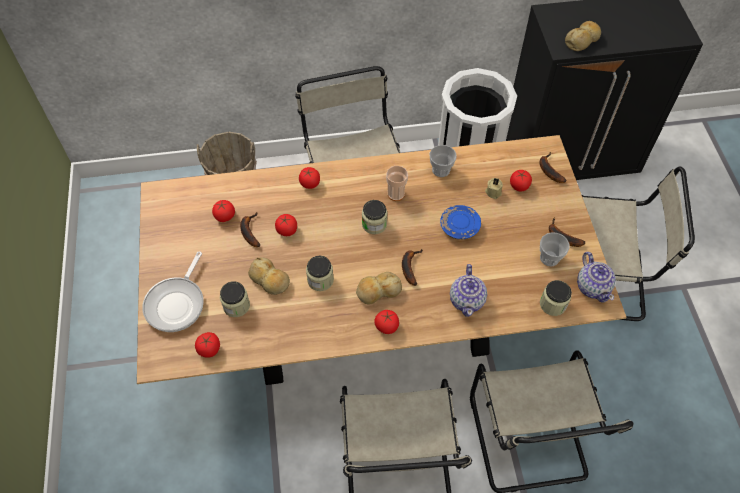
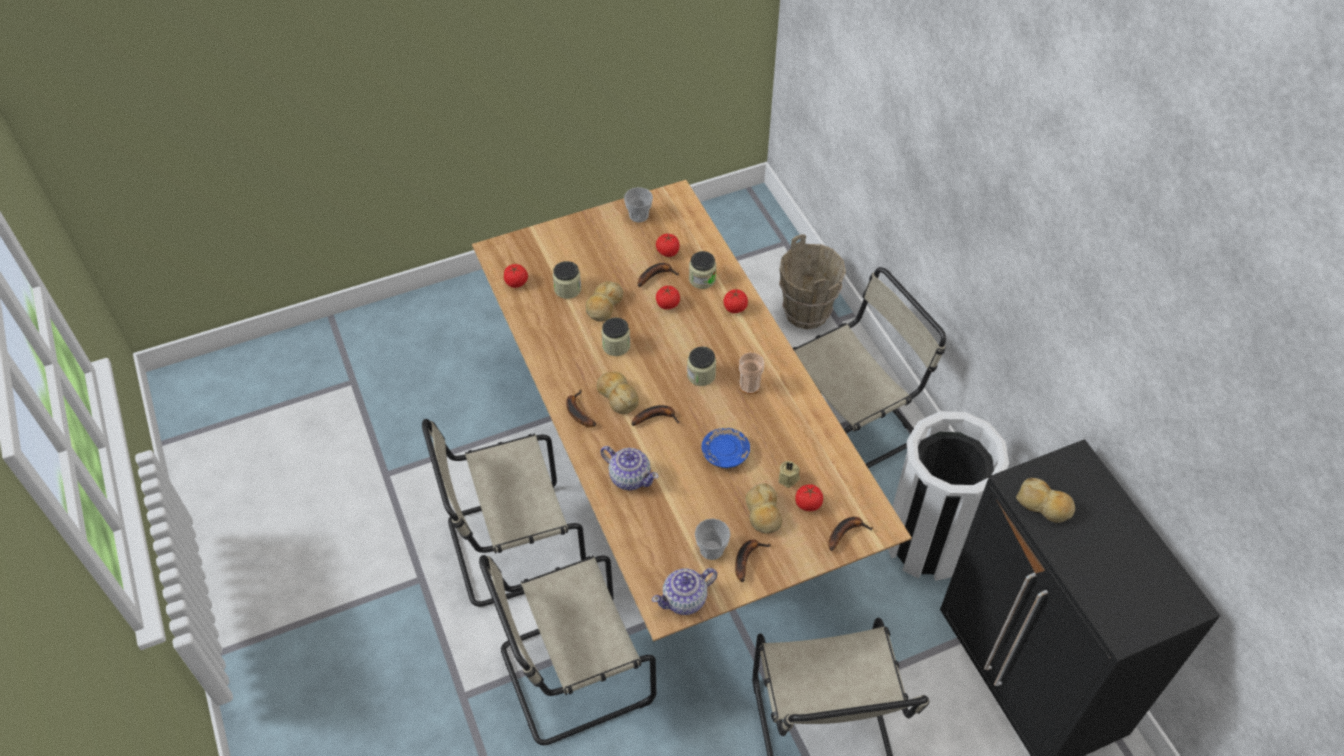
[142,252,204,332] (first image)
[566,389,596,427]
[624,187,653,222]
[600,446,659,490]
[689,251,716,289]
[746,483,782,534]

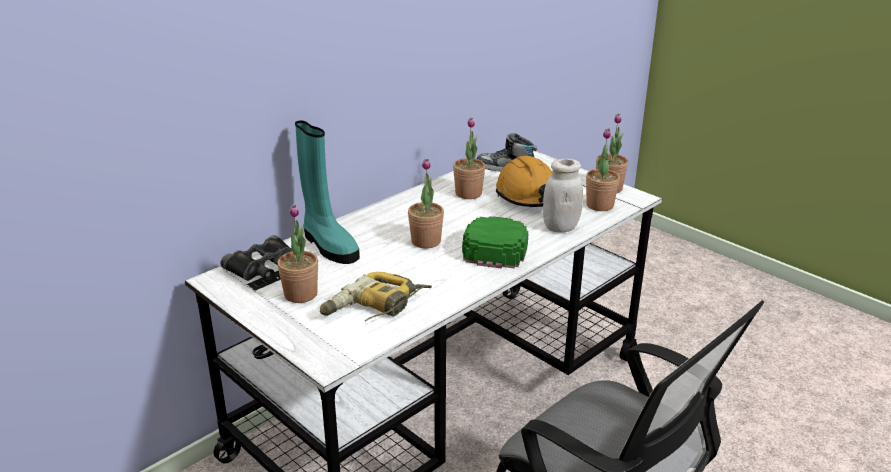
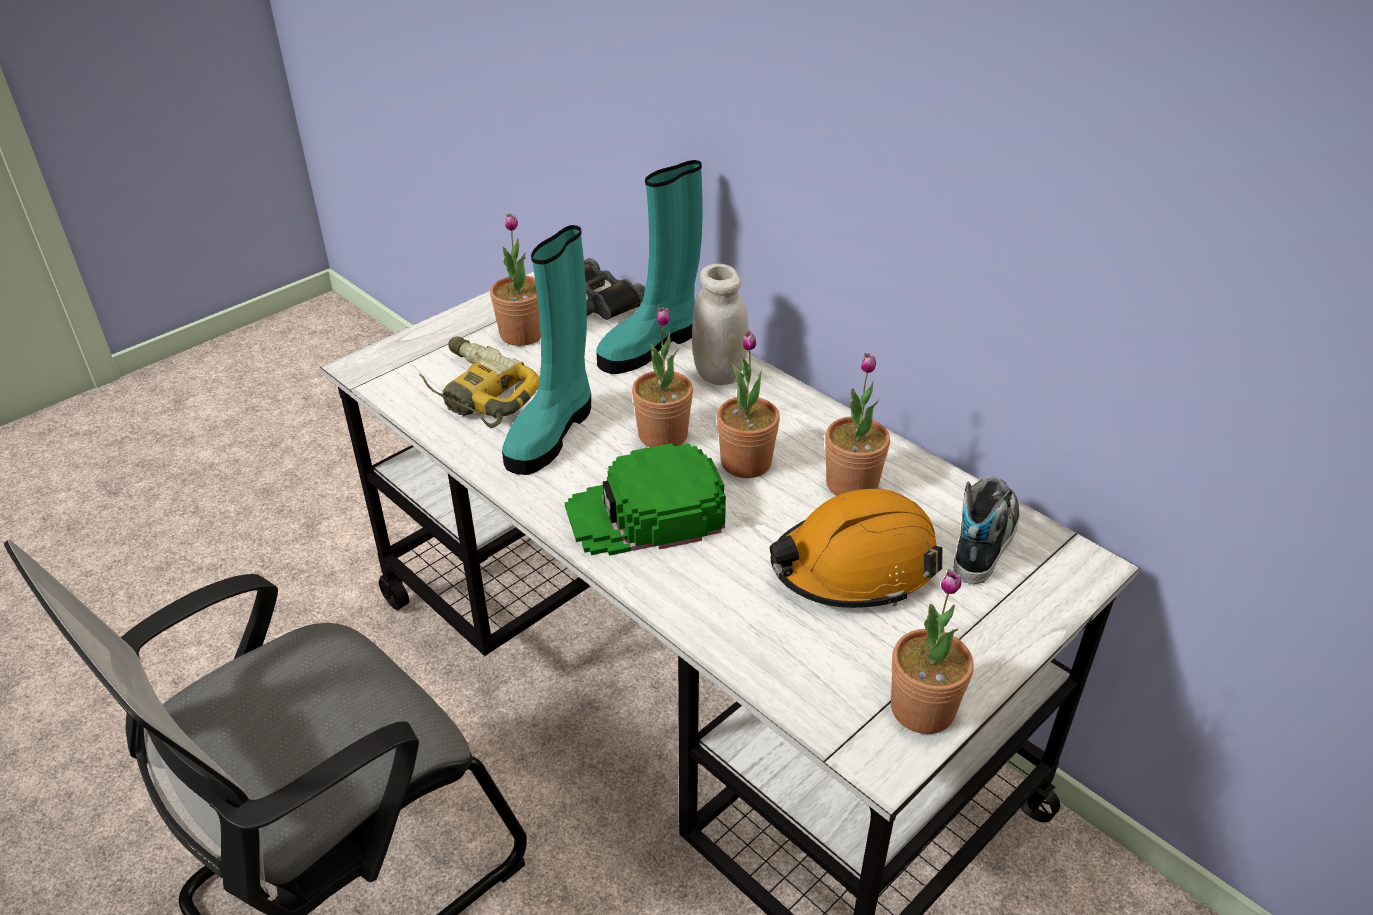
[565,443,726,556]
[692,264,749,385]
[717,330,780,478]
[502,225,591,475]

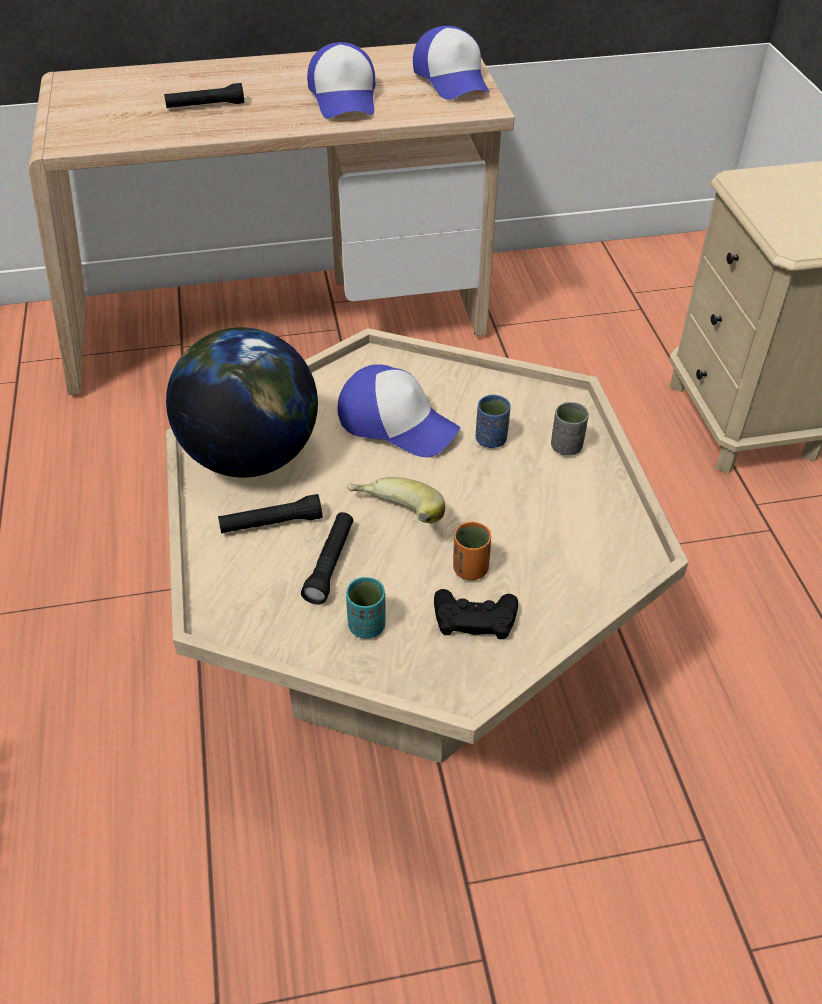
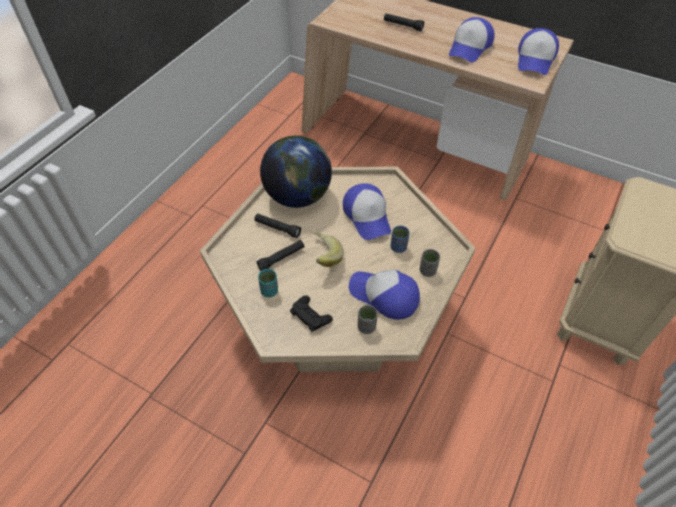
[453,522,491,580] (first image)
[349,270,420,320]
[358,305,378,334]

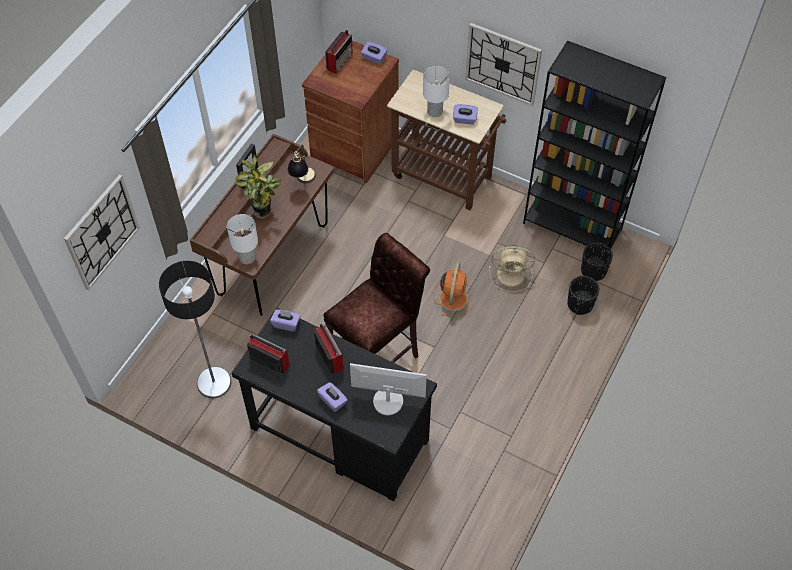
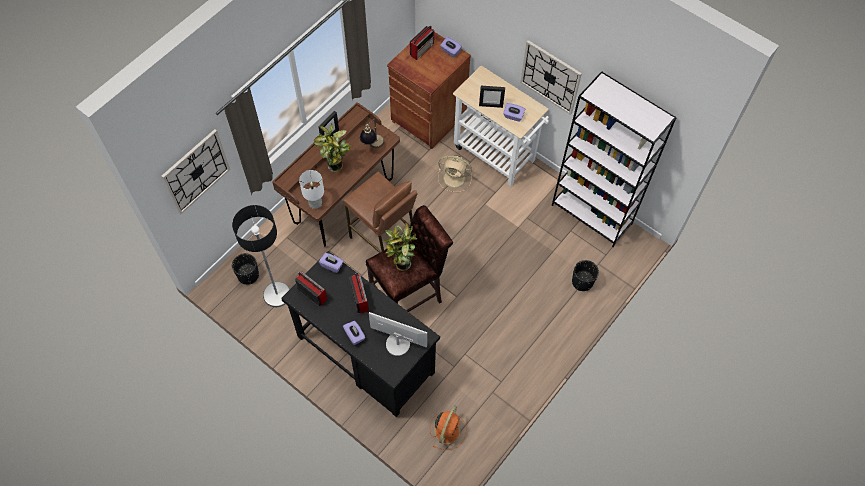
[453,66,549,186]
[479,86,505,108]
[430,405,467,450]
[438,155,472,192]
[552,71,677,247]
[232,253,259,285]
[343,172,418,253]
[384,224,418,271]

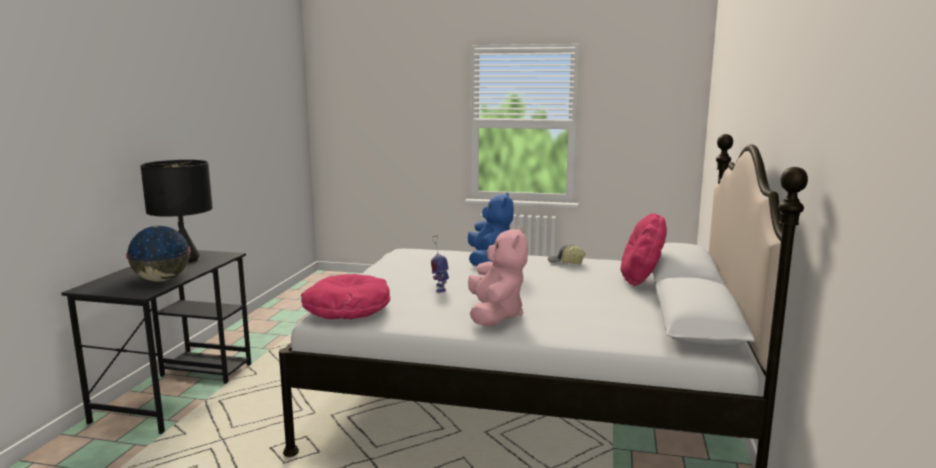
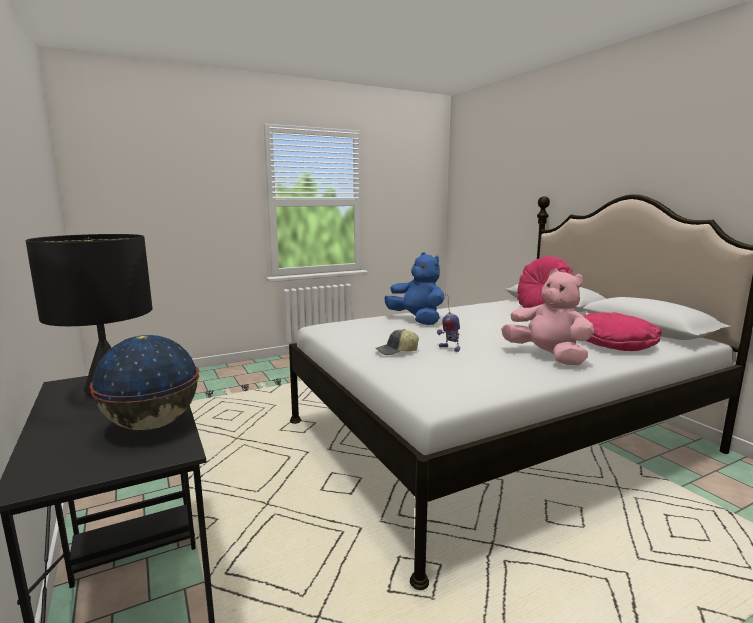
[584,312,662,351]
[376,329,419,355]

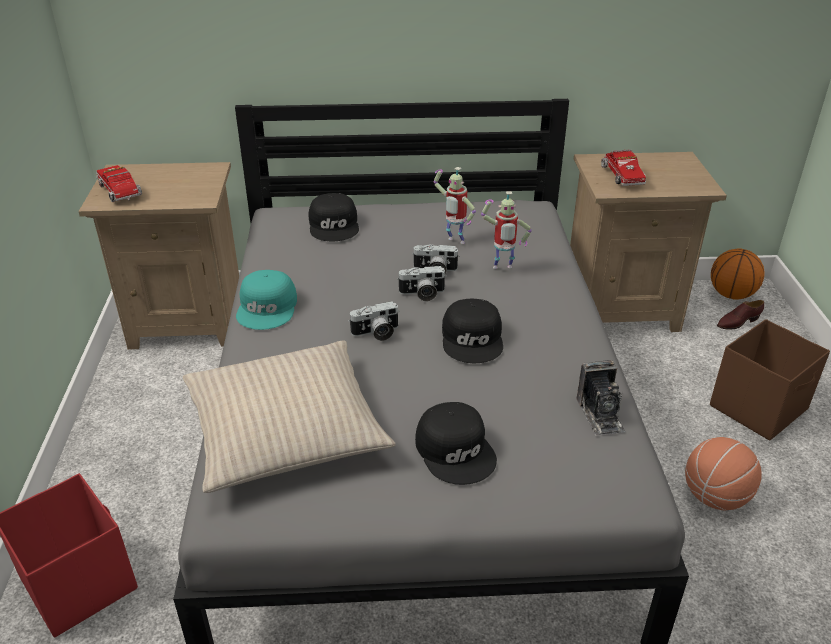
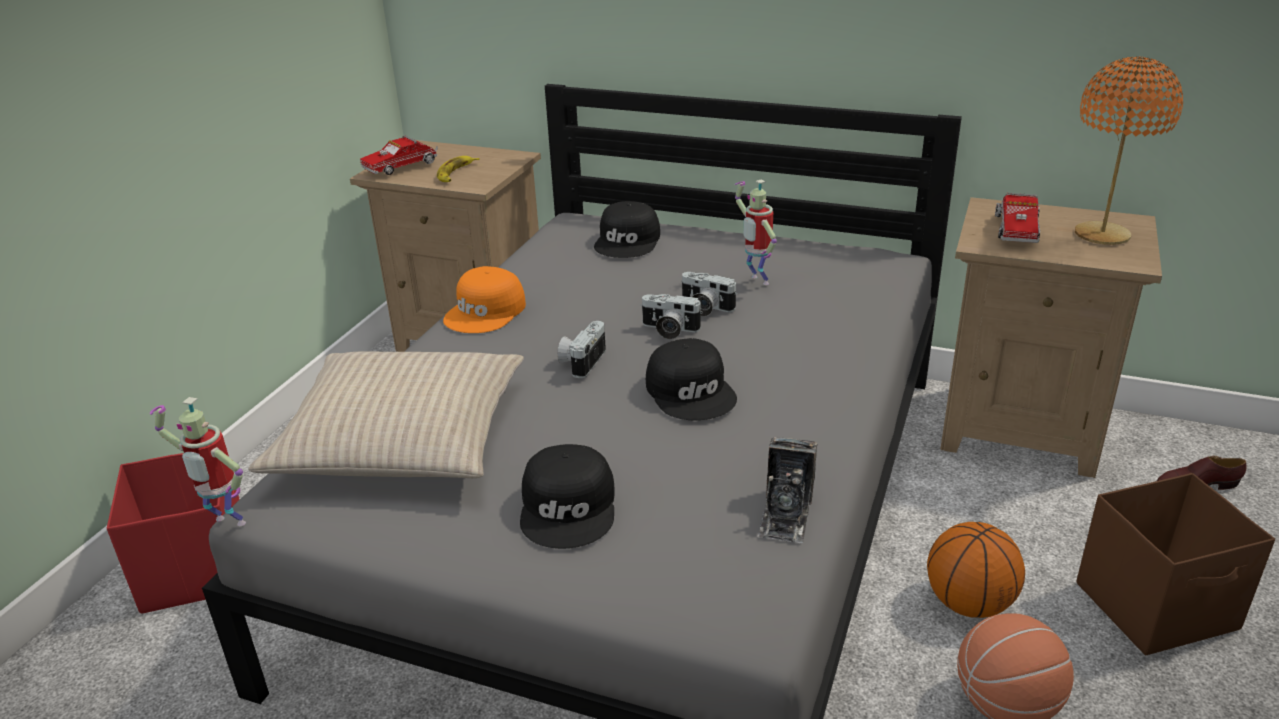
[360,136,438,175]
[443,266,526,333]
[557,321,606,378]
[646,338,737,420]
[150,397,246,526]
[927,522,1025,618]
[437,156,480,182]
[1075,57,1183,245]

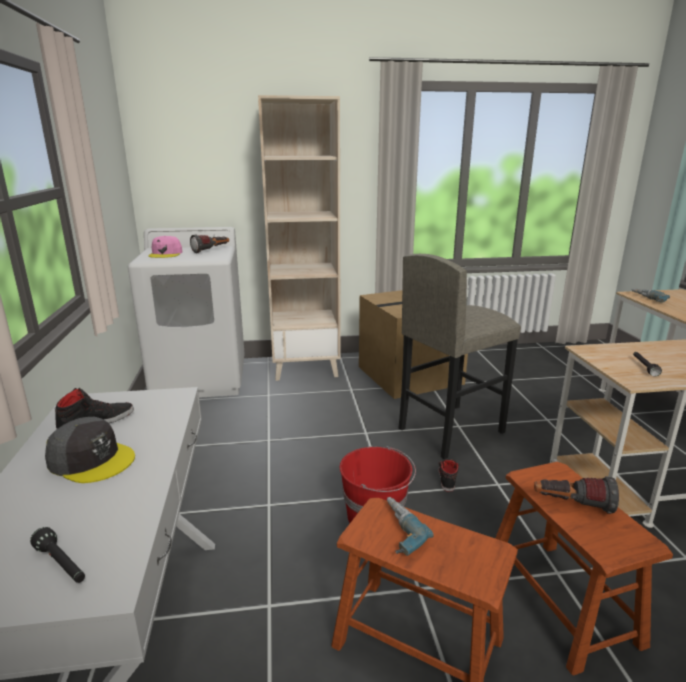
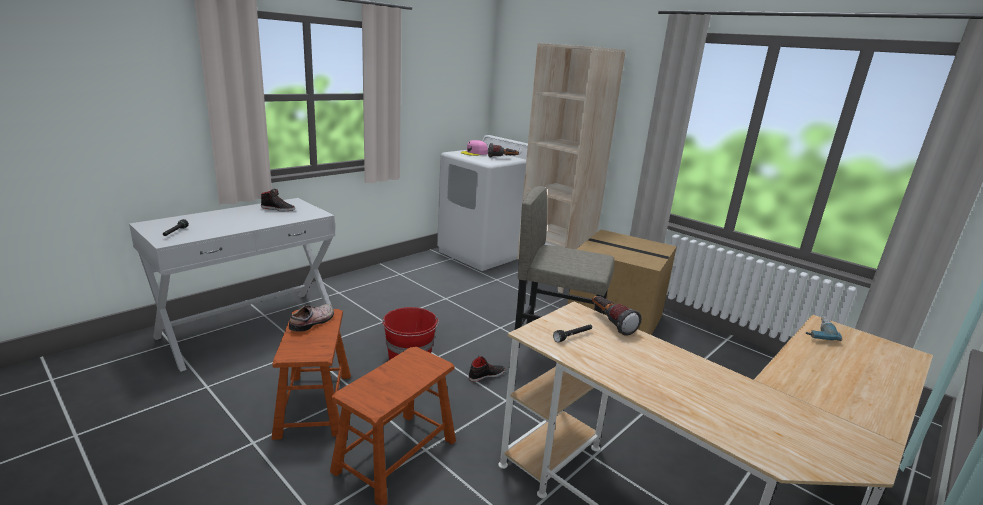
[45,417,135,483] (first image)
[289,304,334,332]
[592,296,641,336]

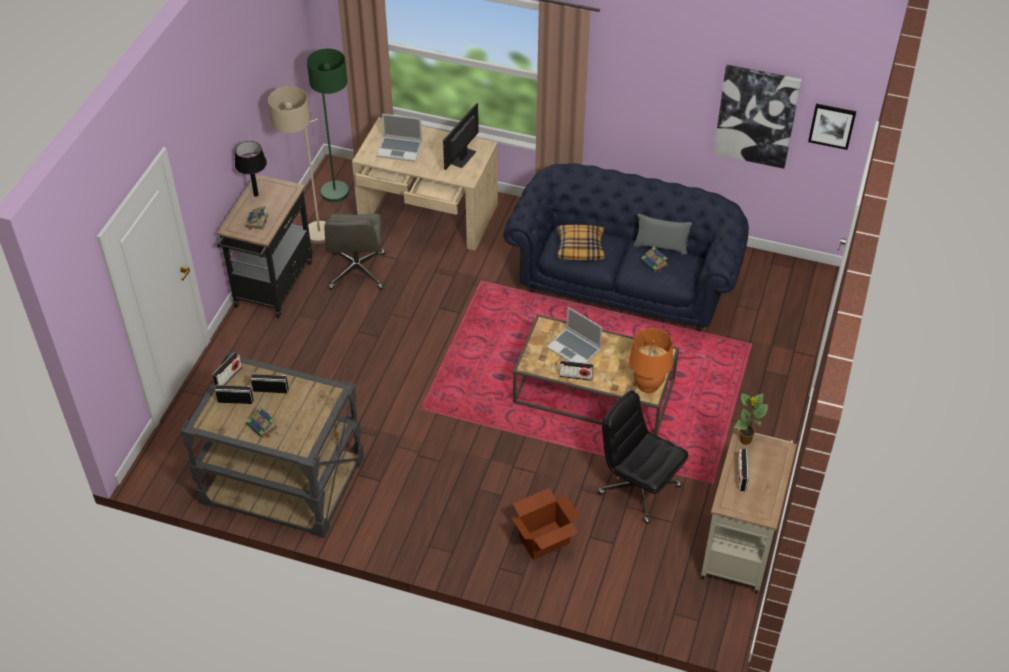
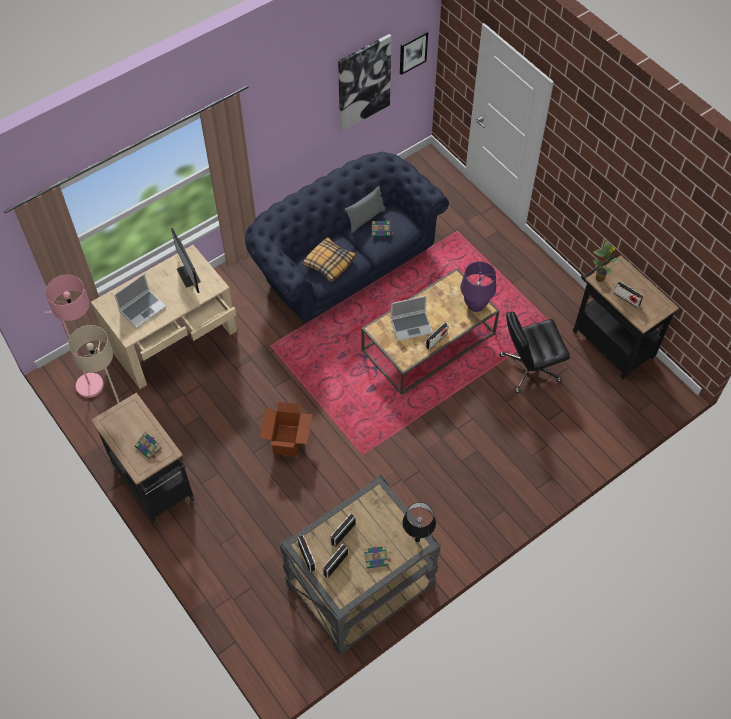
[403,502,436,542]
[45,275,104,398]
[324,214,386,290] (first image)
[260,402,312,457]
[461,262,496,312]
[572,255,679,380]

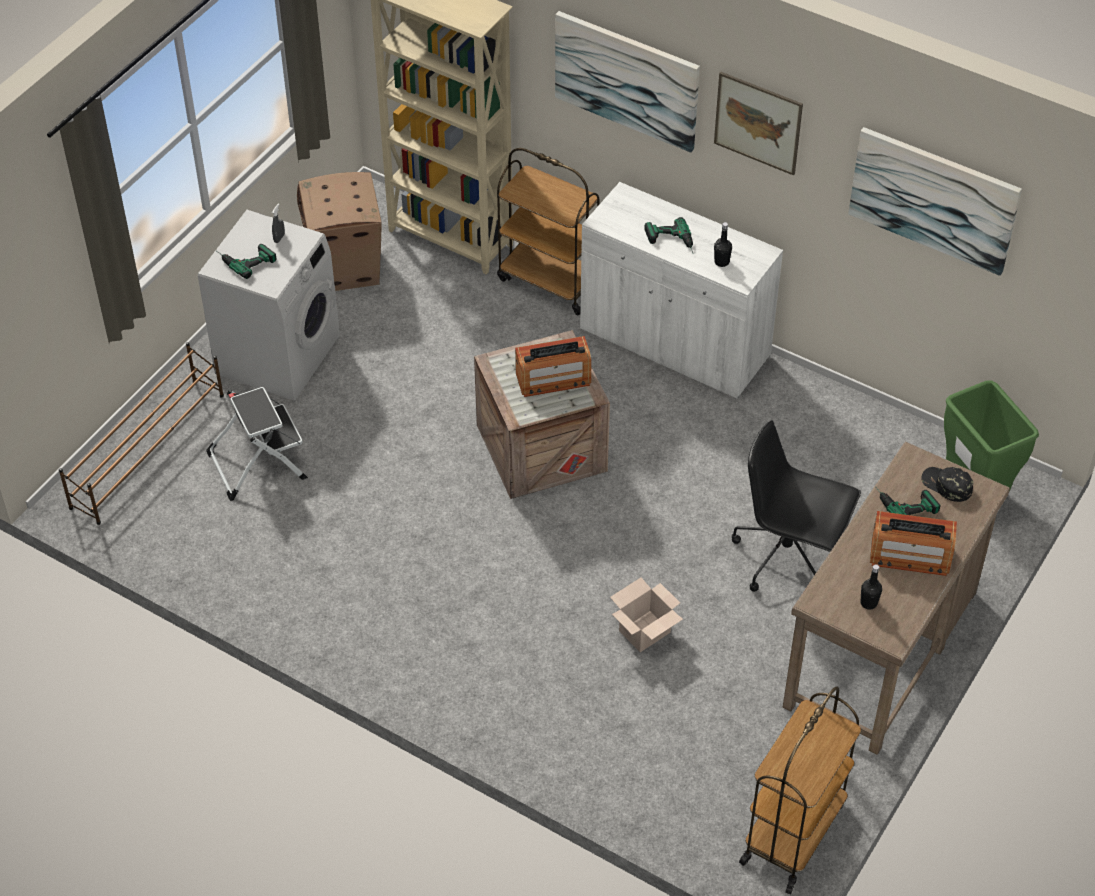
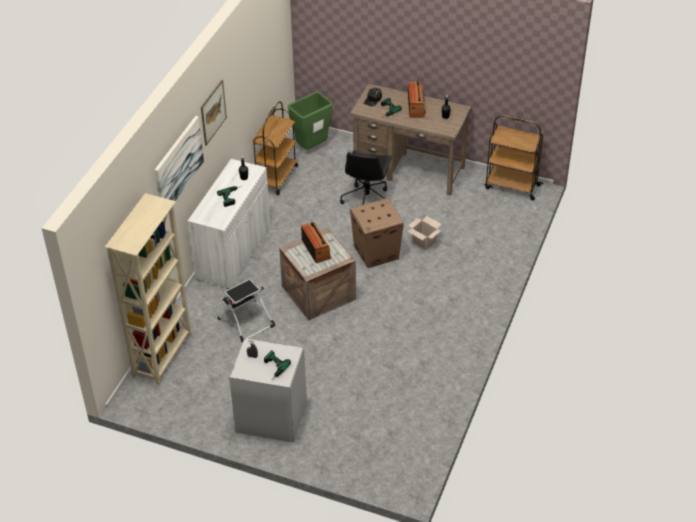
[59,342,224,525] (first image)
[217,279,276,343]
[350,198,404,268]
[252,101,298,195]
[848,127,1022,276] (first image)

